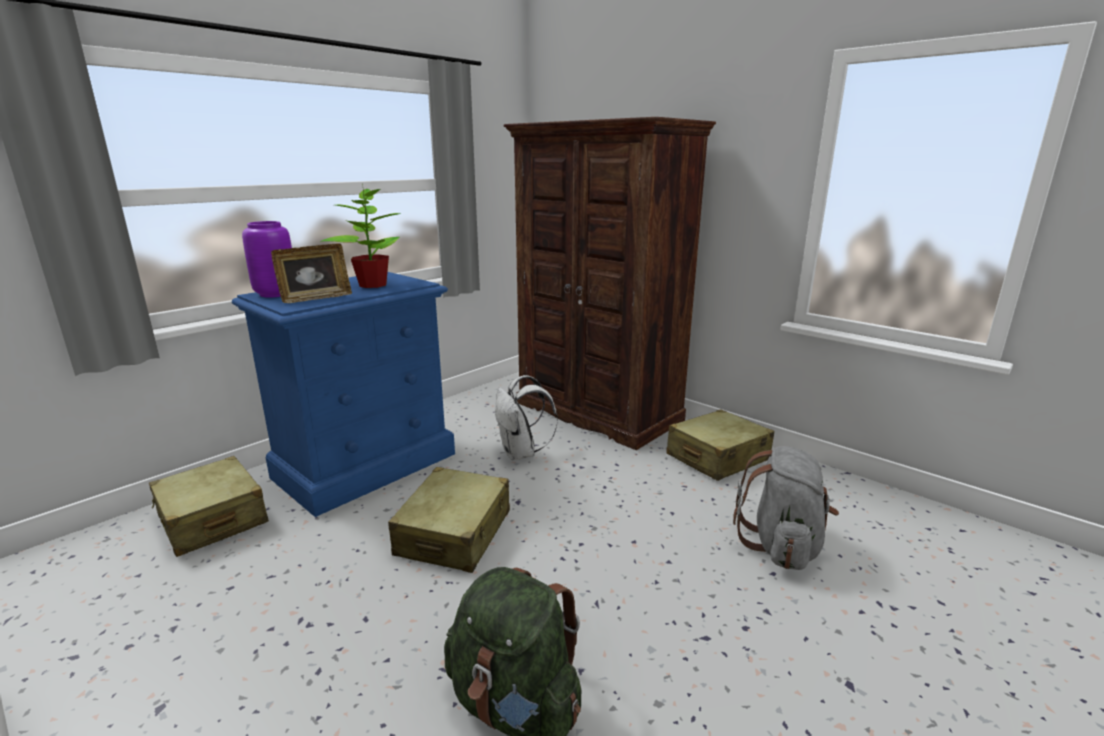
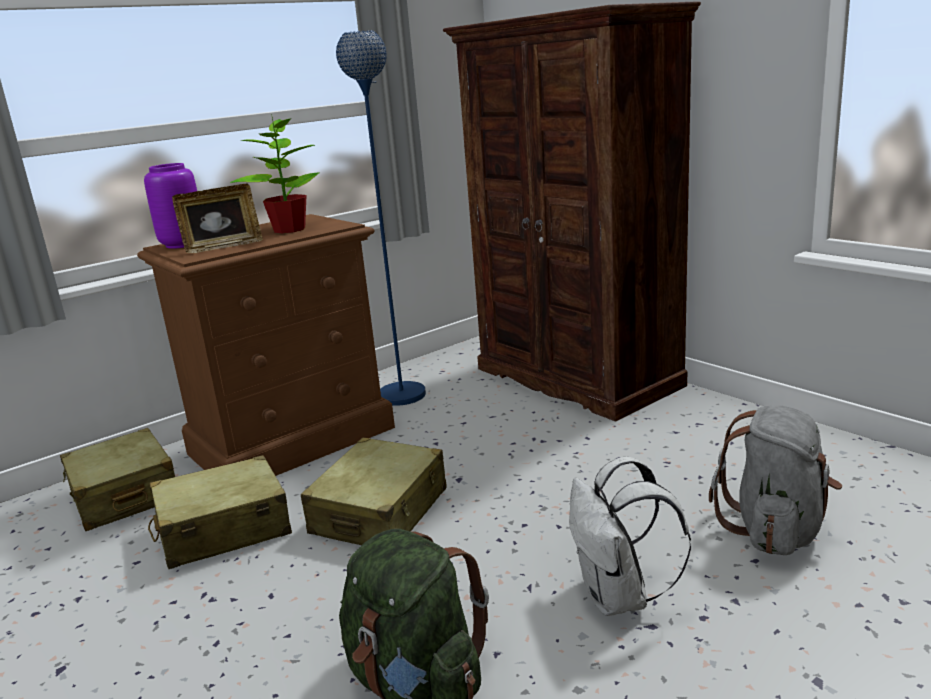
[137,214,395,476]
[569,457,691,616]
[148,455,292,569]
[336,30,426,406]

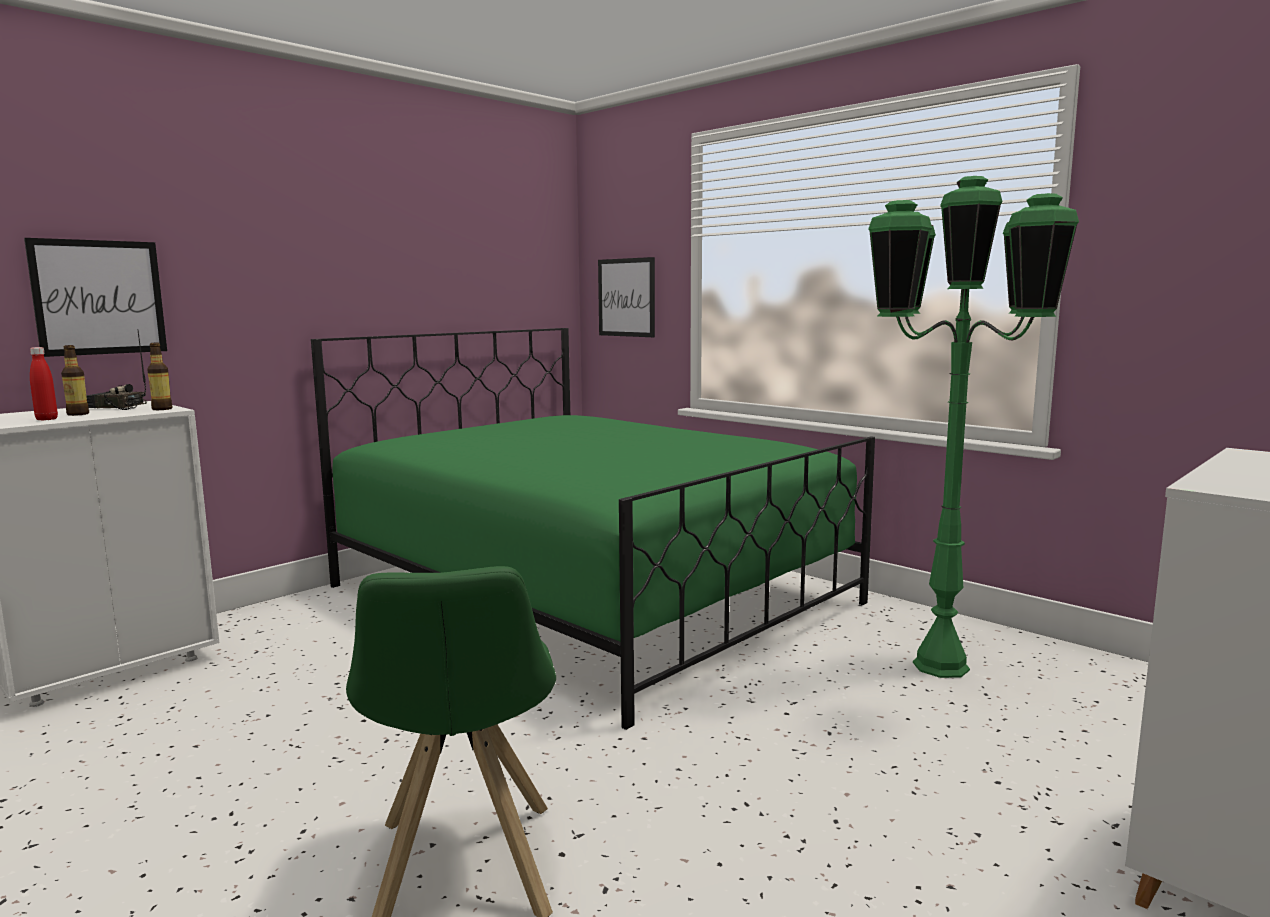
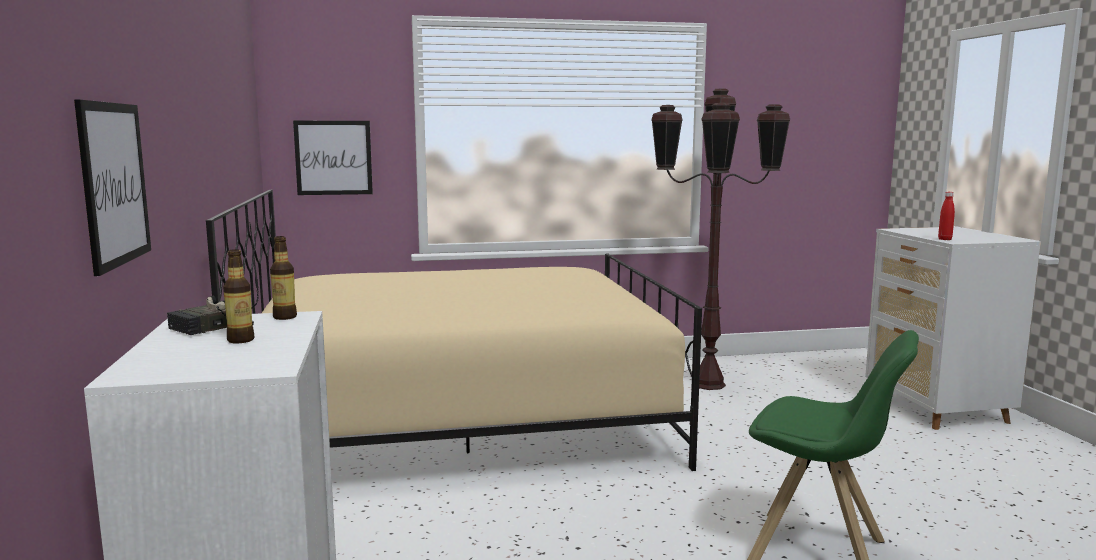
[938,192,955,240]
[206,190,702,471]
[651,89,790,390]

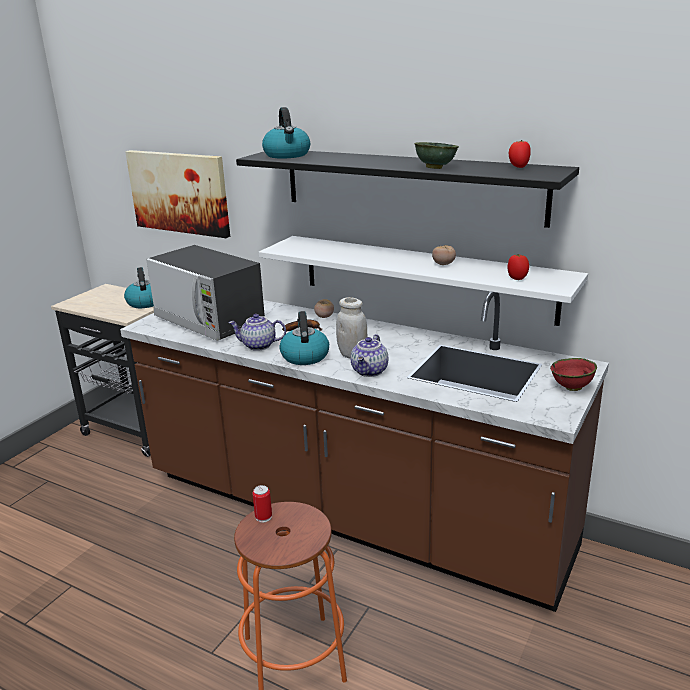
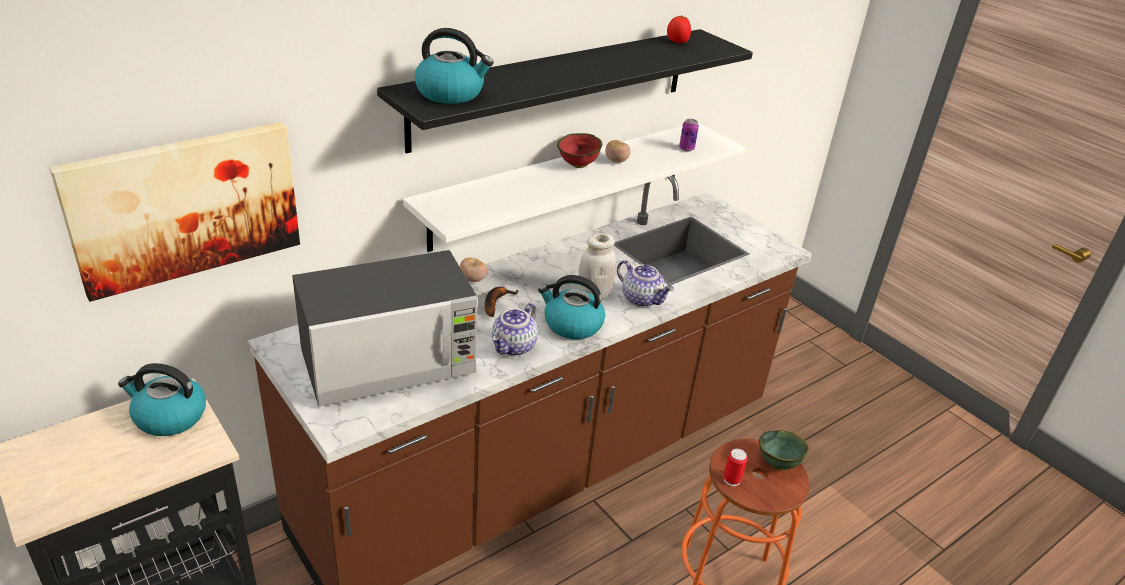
[759,430,809,470]
[679,119,699,151]
[557,133,602,168]

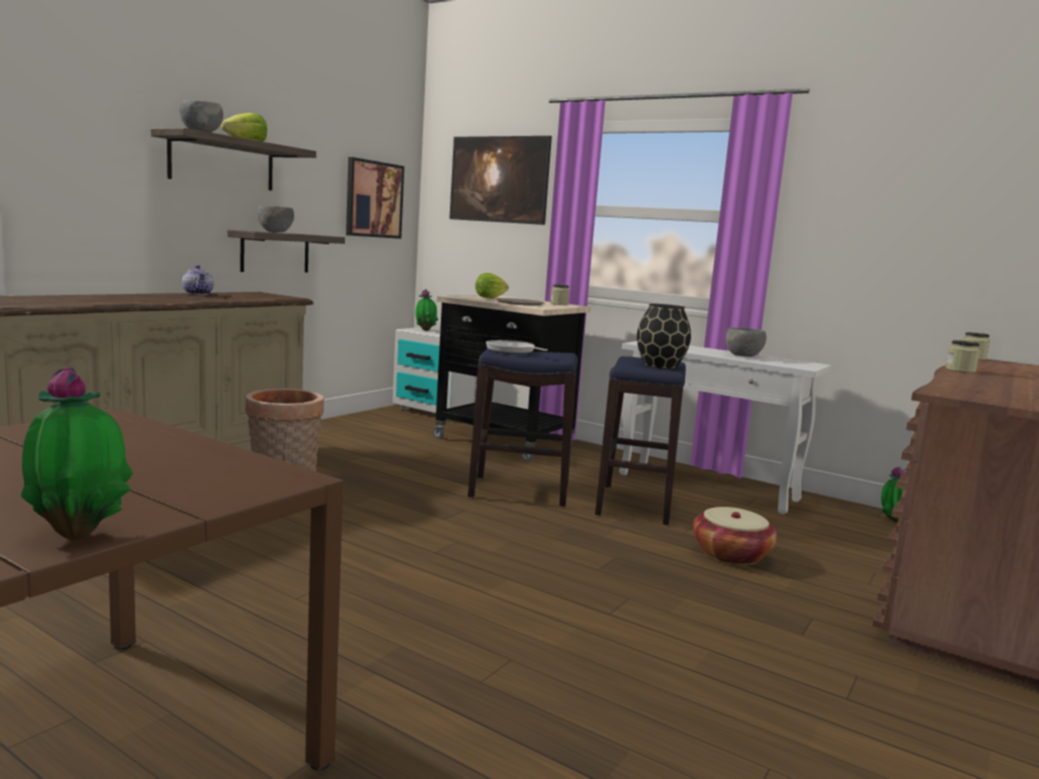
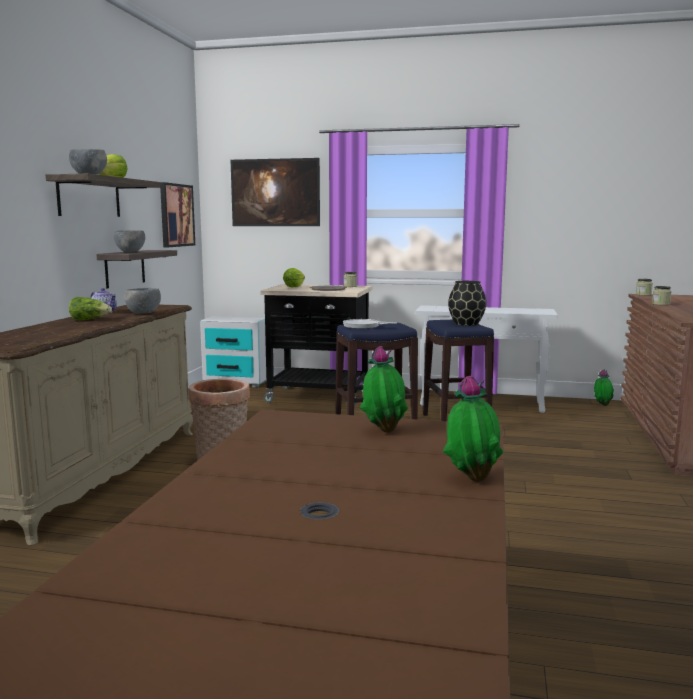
[360,346,408,433]
[693,507,777,565] (first image)
[124,288,161,313]
[69,297,112,320]

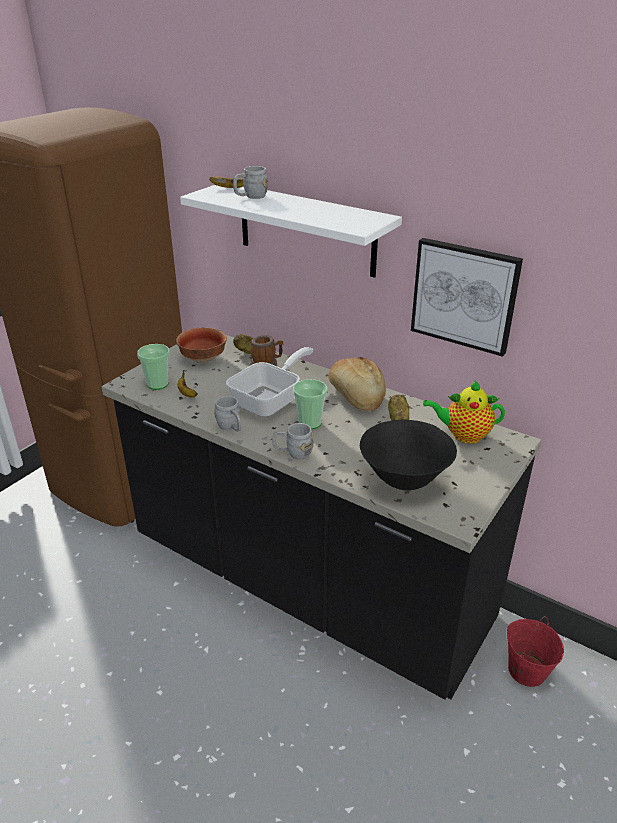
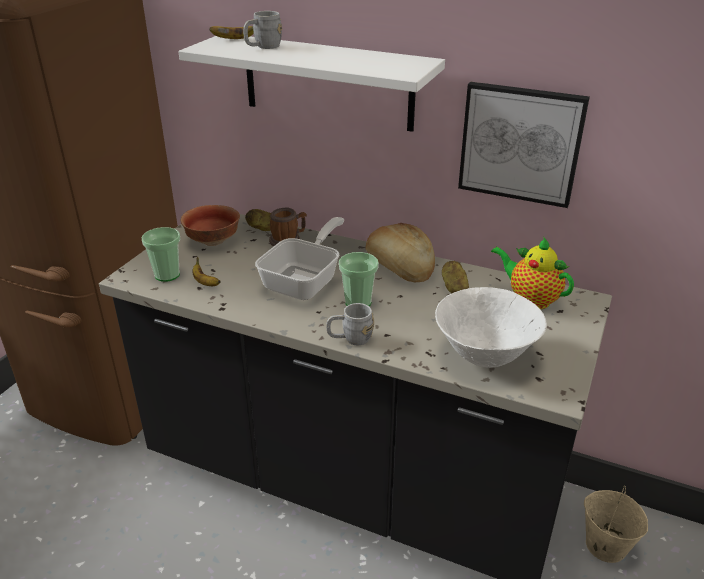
[214,396,241,432] (first image)
[435,287,547,368]
[491,238,574,309]
[584,485,648,563]

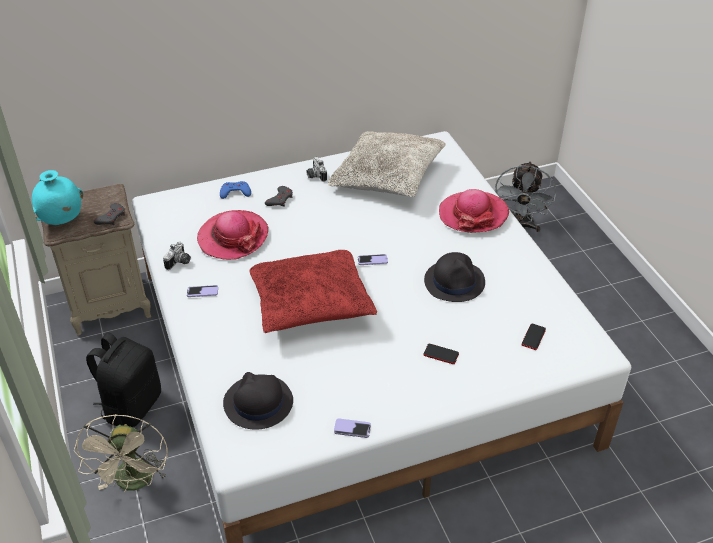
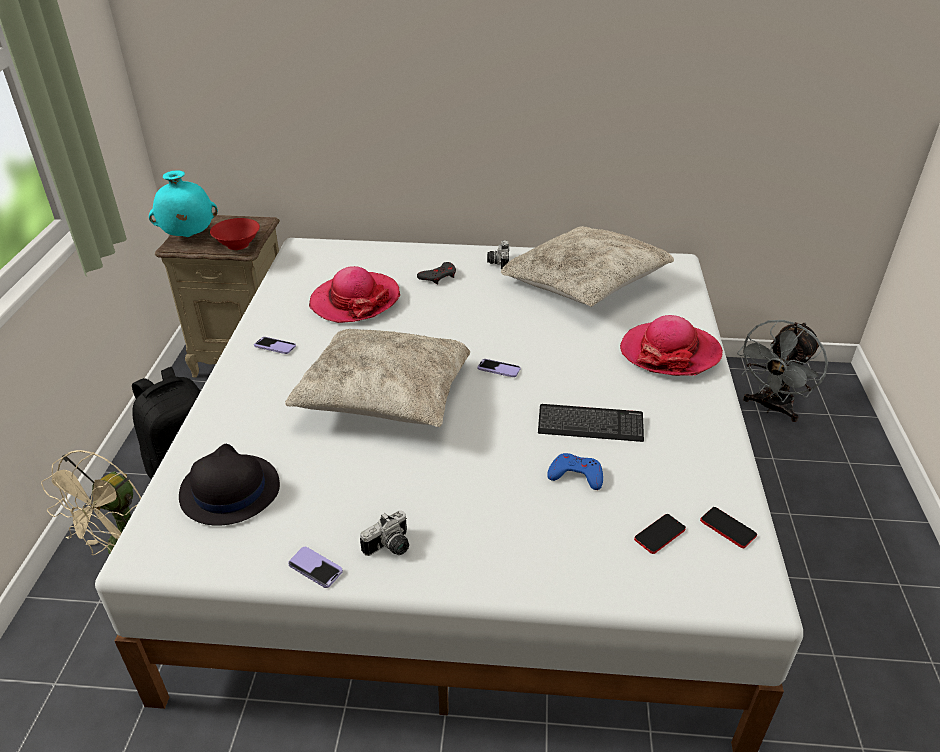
[210,218,260,250]
[360,510,409,556]
[547,453,603,490]
[285,329,471,428]
[700,507,757,548]
[538,404,644,442]

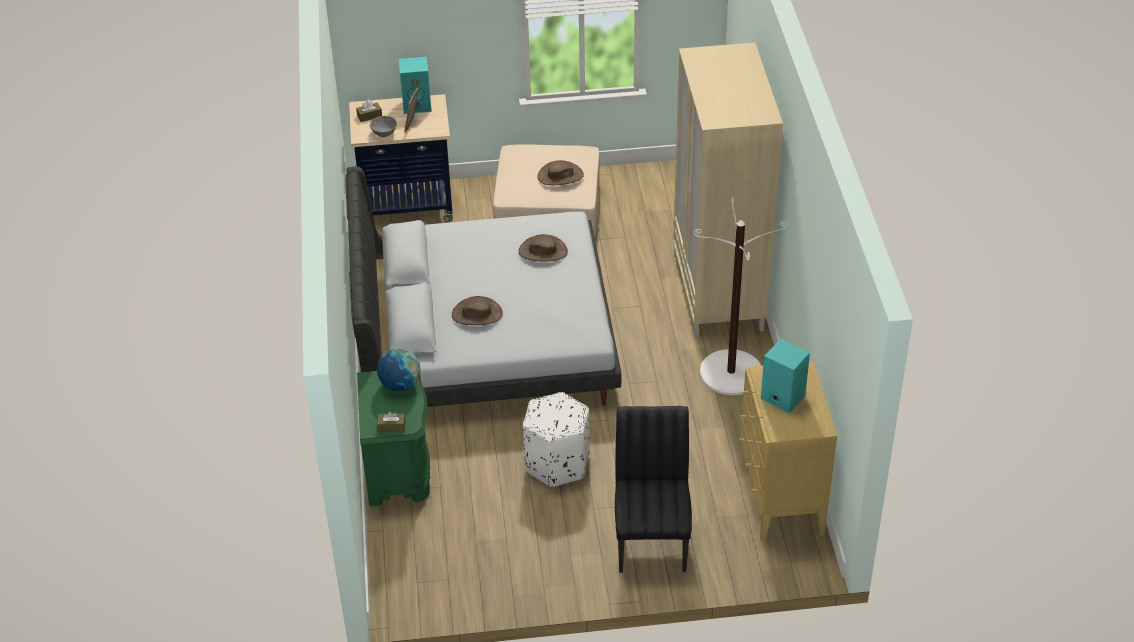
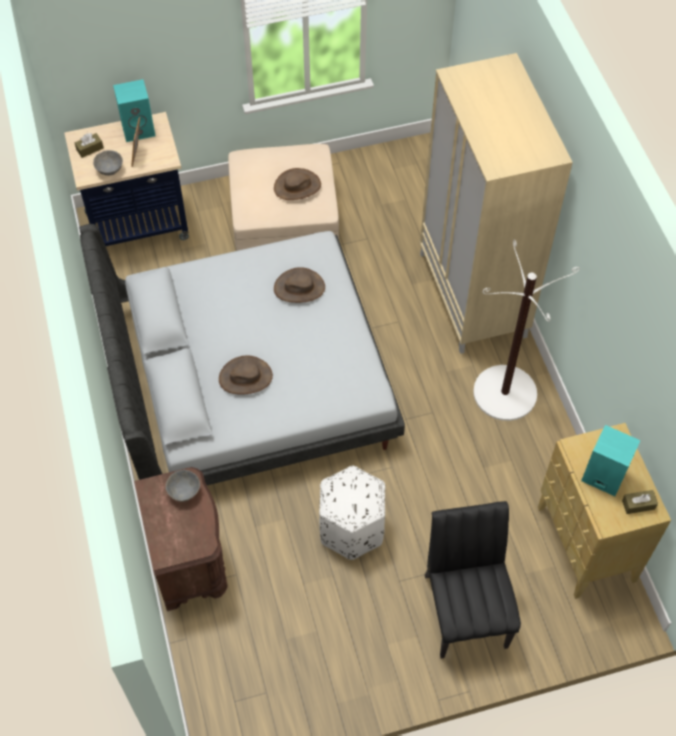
[134,467,228,611]
[166,470,200,502]
[622,490,658,514]

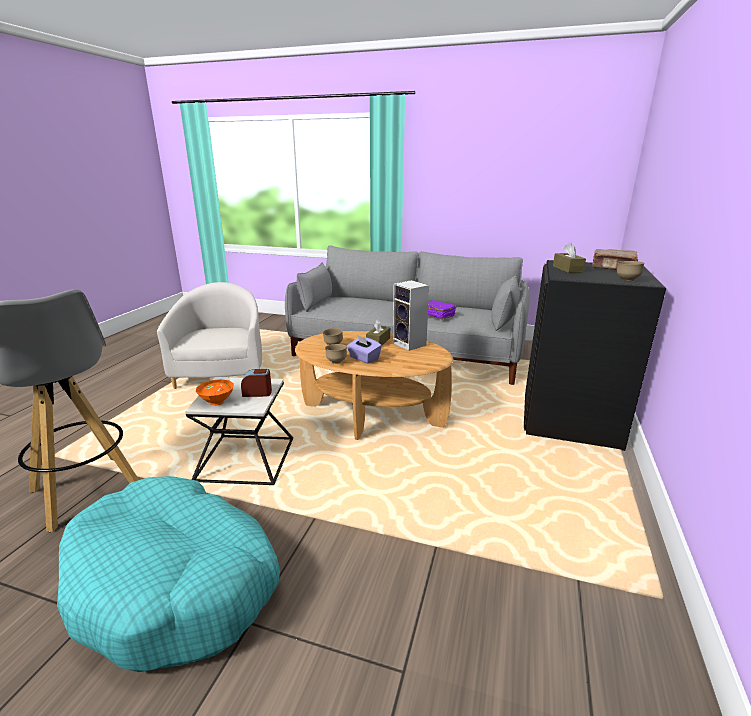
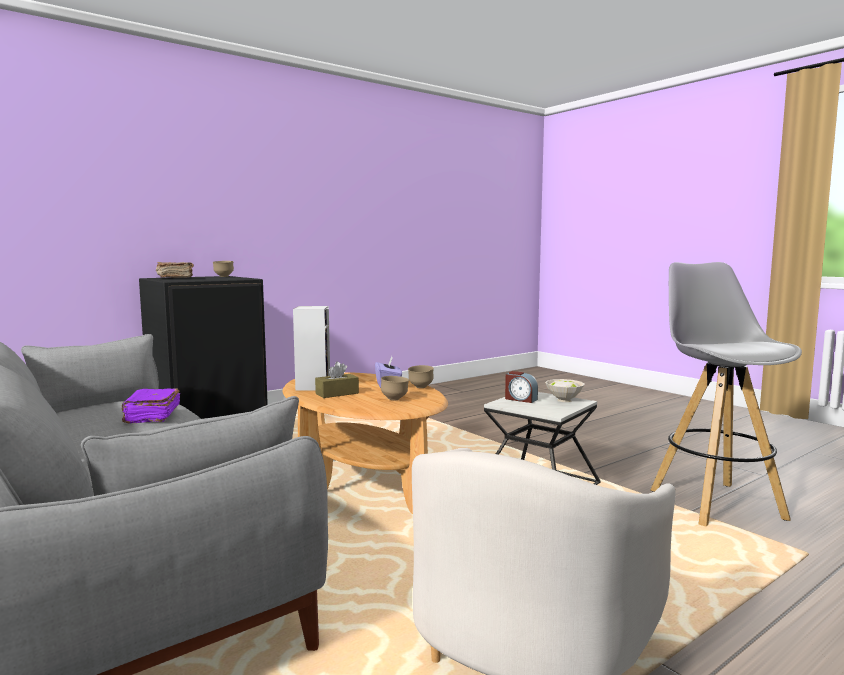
[57,476,280,672] (first image)
[545,379,585,402]
[553,243,586,273] (first image)

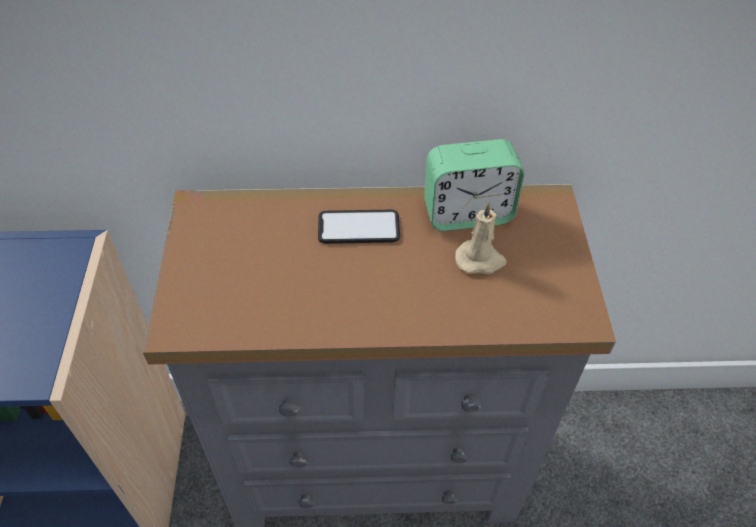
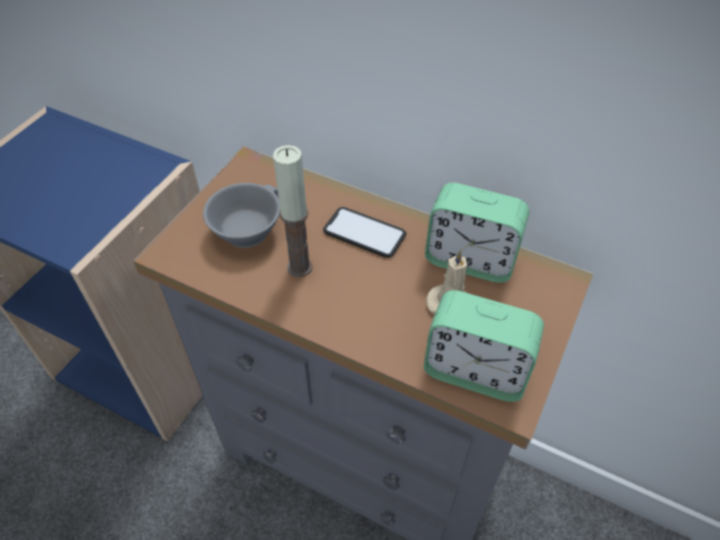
[203,183,280,248]
[273,145,313,277]
[424,290,544,402]

